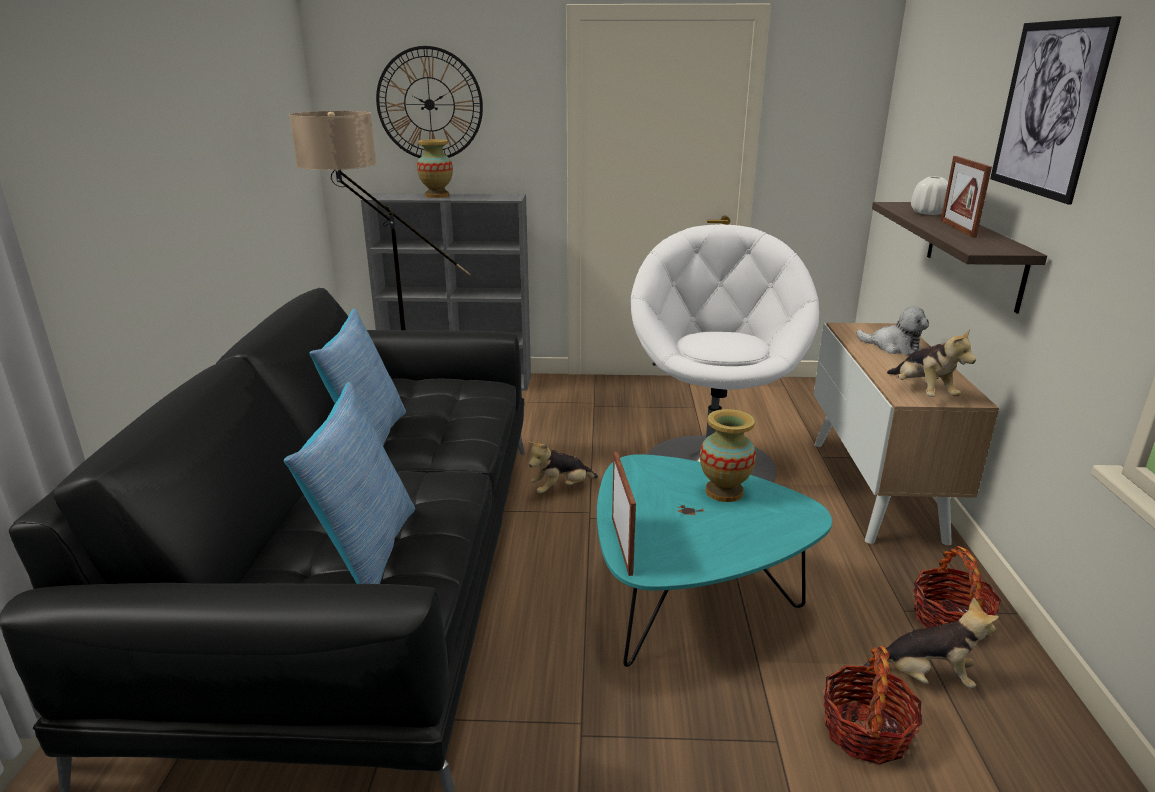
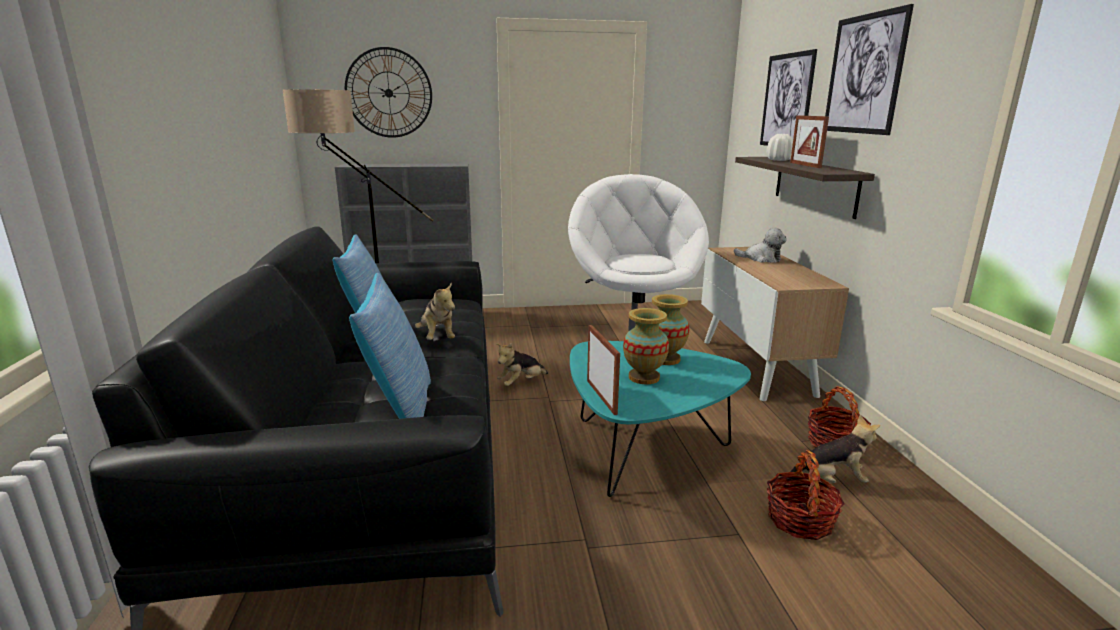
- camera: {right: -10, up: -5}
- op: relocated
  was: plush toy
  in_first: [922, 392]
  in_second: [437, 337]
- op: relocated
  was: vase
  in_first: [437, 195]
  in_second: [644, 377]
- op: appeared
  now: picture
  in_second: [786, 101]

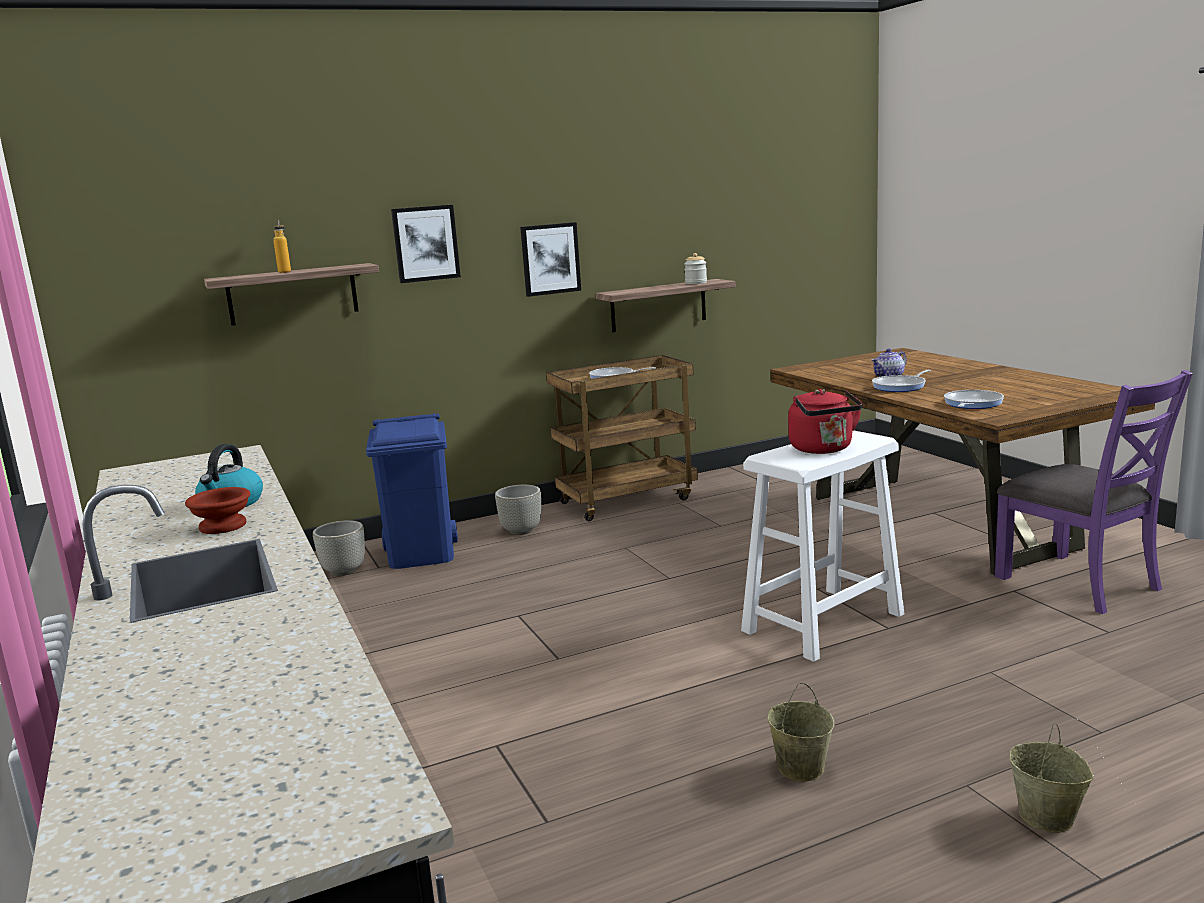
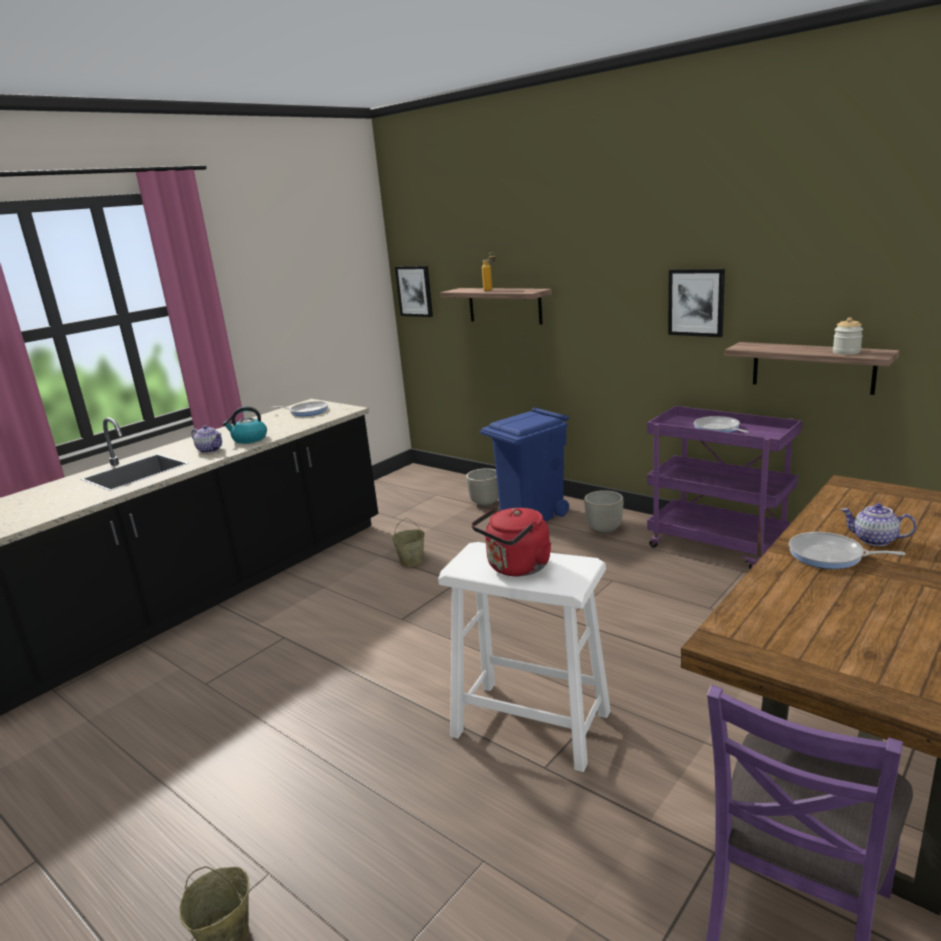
- camera: {right: 65, up: 5}
- op: exchanged
  was: brown bowl
  now: teapot
  in_first: [221, 526]
  in_second: [210, 450]
- op: relocated
  was: frying pan
  in_first: [971, 404]
  in_second: [307, 411]
- op: relocated
  was: beige bucket
  in_first: [800, 768]
  in_second: [412, 561]
- op: relocated
  was: picture
  in_first: [425, 243]
  in_second: [415, 291]
- op: colour
  was: brown cart
  now: purple cart
  in_first: [627, 500]
  in_second: [719, 546]

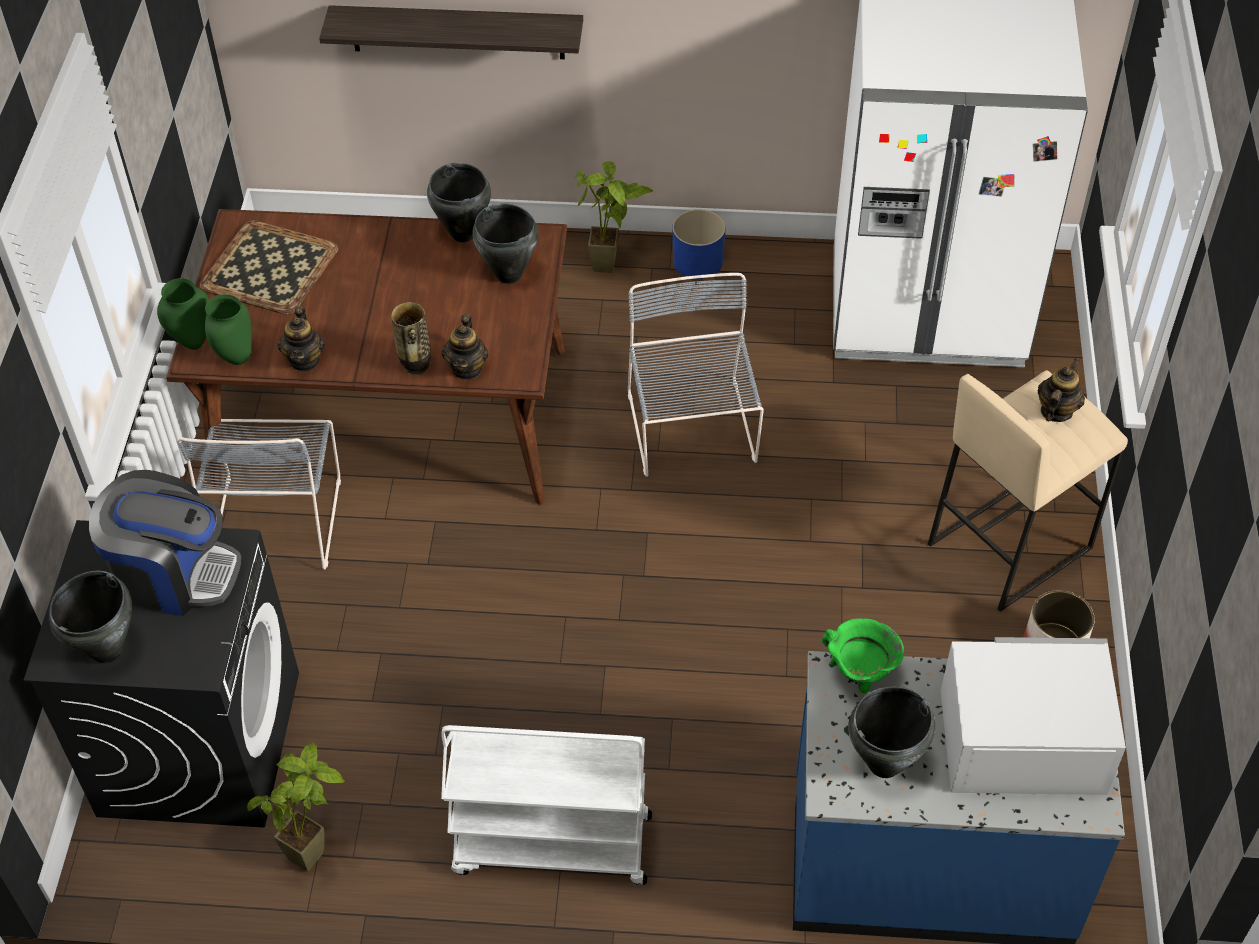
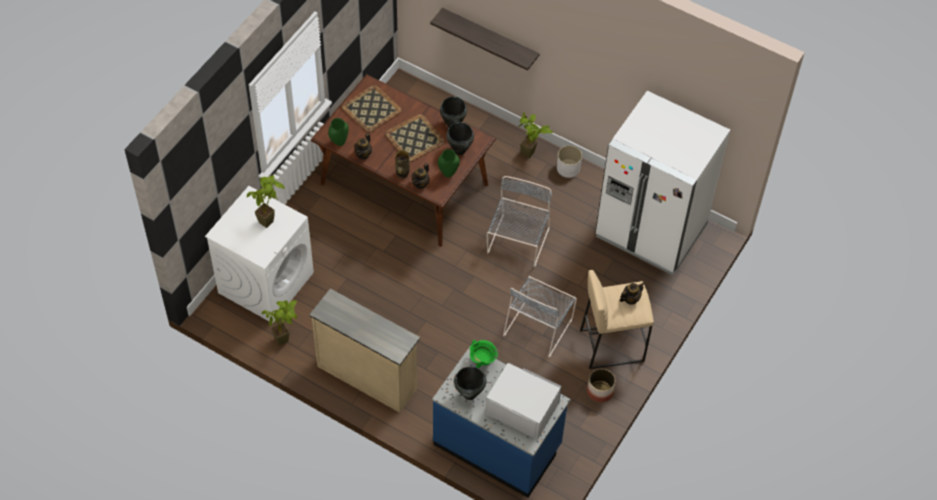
- camera: {right: 25, up: 5}
- op: colour
  was: black washing machine
  now: white washing machine
  in_first: [199, 742]
  in_second: [266, 282]
- op: exchanged
  was: coffee machine
  now: potted plant
  in_first: [174, 574]
  in_second: [271, 220]
- op: exchanged
  was: white cart
  now: beige dresser
  in_first: [551, 845]
  in_second: [367, 376]
- op: appeared
  now: tray
  in_second: [414, 138]
- op: relocated
  was: green vase
  in_first: [193, 343]
  in_second: [448, 174]
- op: relocated
  was: grey chair
  in_first: [277, 517]
  in_second: [539, 325]
- op: colour
  was: blue planter
  now: white planter
  in_first: [698, 261]
  in_second: [568, 168]
- op: missing
  was: black cooking pot
  in_first: [108, 650]

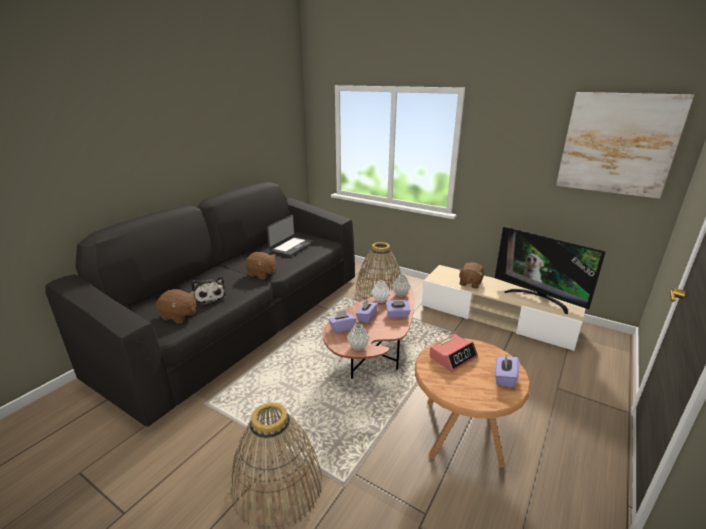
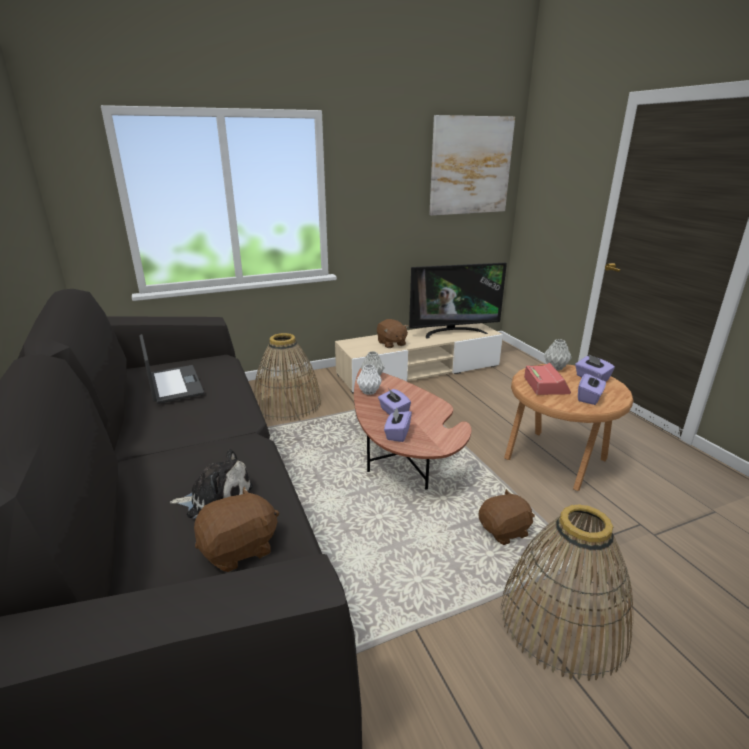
- camera: {right: -55, up: 0}
- op: relocated
  was: brown plush toy
  in_first: [262, 274]
  in_second: [504, 531]
- op: relocated
  was: grey vase
  in_first: [357, 347]
  in_second: [555, 368]
- op: relocated
  was: purple tissue box
  in_first: [397, 315]
  in_second: [589, 398]

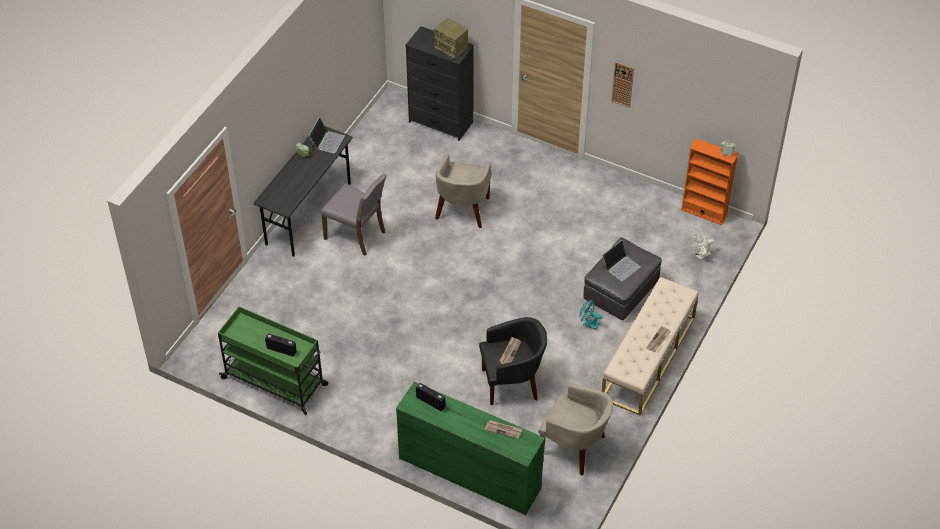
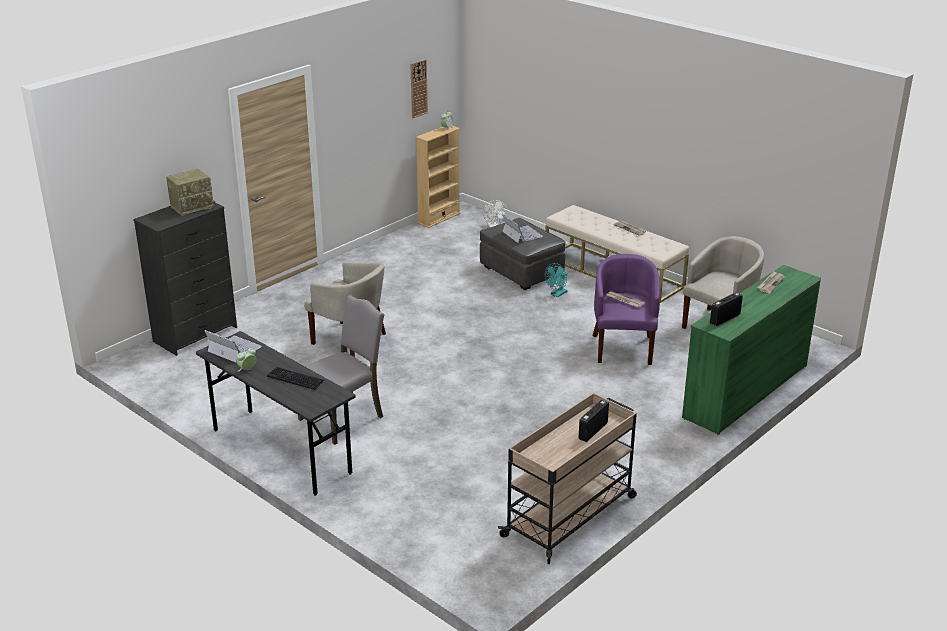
- camera: {right: -75, up: -20}
- op: appeared
  now: keyboard
  in_second: [296, 379]
- op: relocated
  was: wall clock
  in_first: [623, 84]
  in_second: [418, 88]
- op: colour
  was: orange bookcase
  now: beige bookcase
  in_first: [704, 212]
  in_second: [439, 218]
- op: colour
  was: green cart
  now: beige cart
  in_first: [275, 382]
  in_second: [570, 516]
- op: colour
  was: black armchair
  now: purple armchair
  in_first: [512, 382]
  in_second: [623, 347]

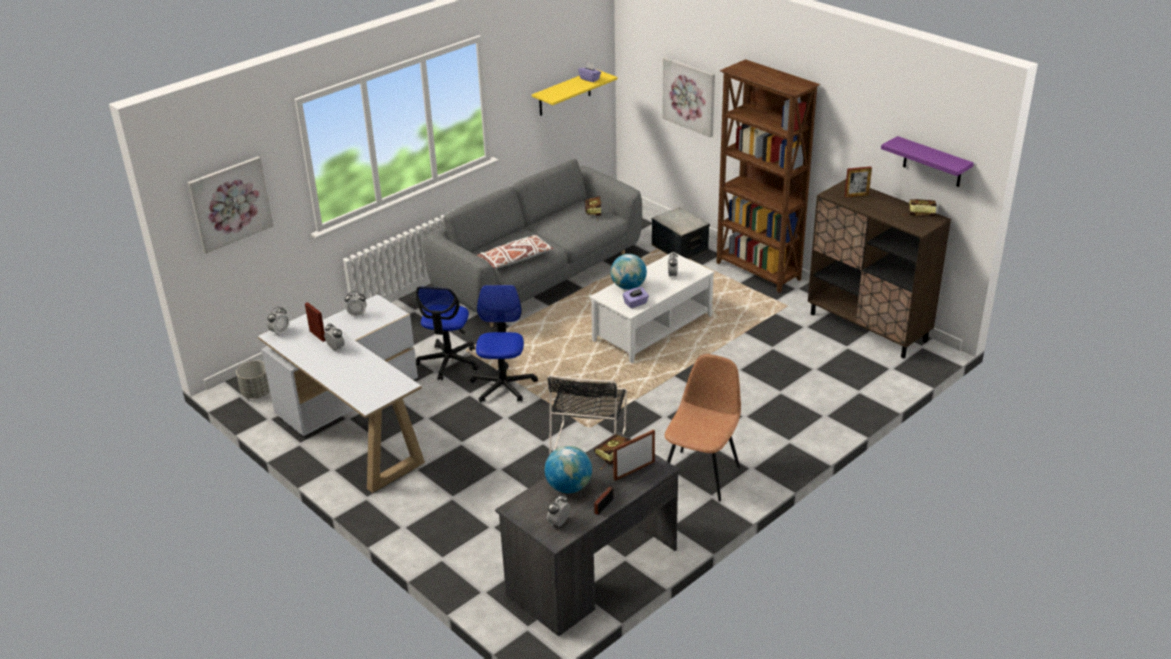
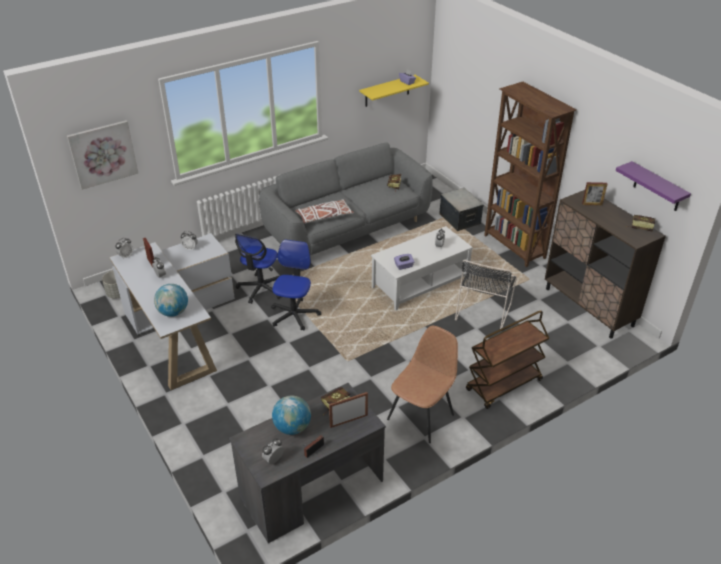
- camera: {right: 10, up: 5}
- op: relocated
  was: globe
  in_first: [628, 287]
  in_second: [173, 312]
- op: relocated
  was: black chair
  in_first: [588, 443]
  in_second: [484, 310]
- op: appeared
  now: brown cart
  in_second: [504, 386]
- op: missing
  was: picture
  in_first: [689, 96]

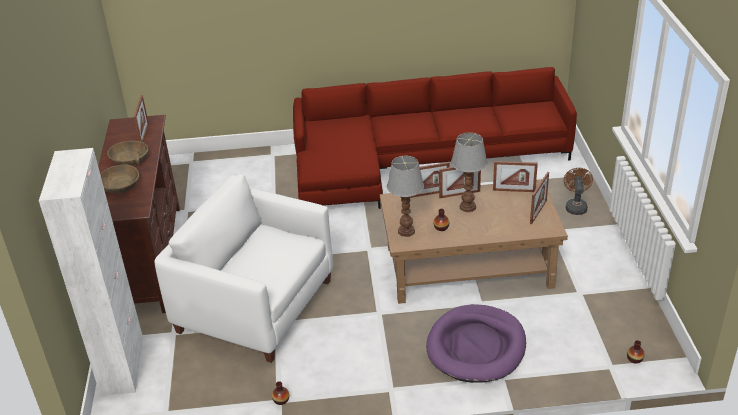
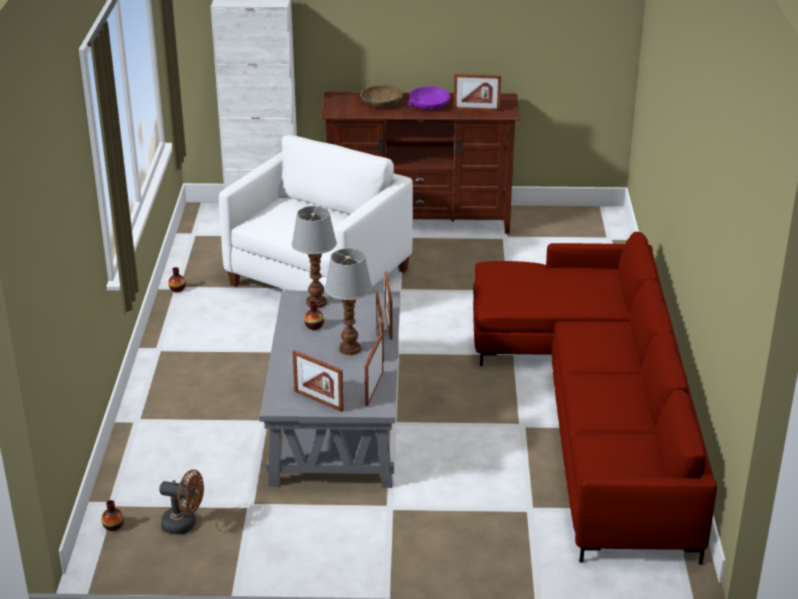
- camera: {right: 95, up: -5}
- op: relocated
  was: brown fan
  in_first: [575, 206]
  in_second: [184, 524]
- op: colour
  was: brown coffee table
  now: grey coffee table
  in_first: [469, 266]
  in_second: [337, 422]
- op: colour
  was: brown bowl
  now: purple bowl
  in_first: [130, 159]
  in_second: [429, 105]
- op: missing
  was: purple dog bed
  in_first: [476, 347]

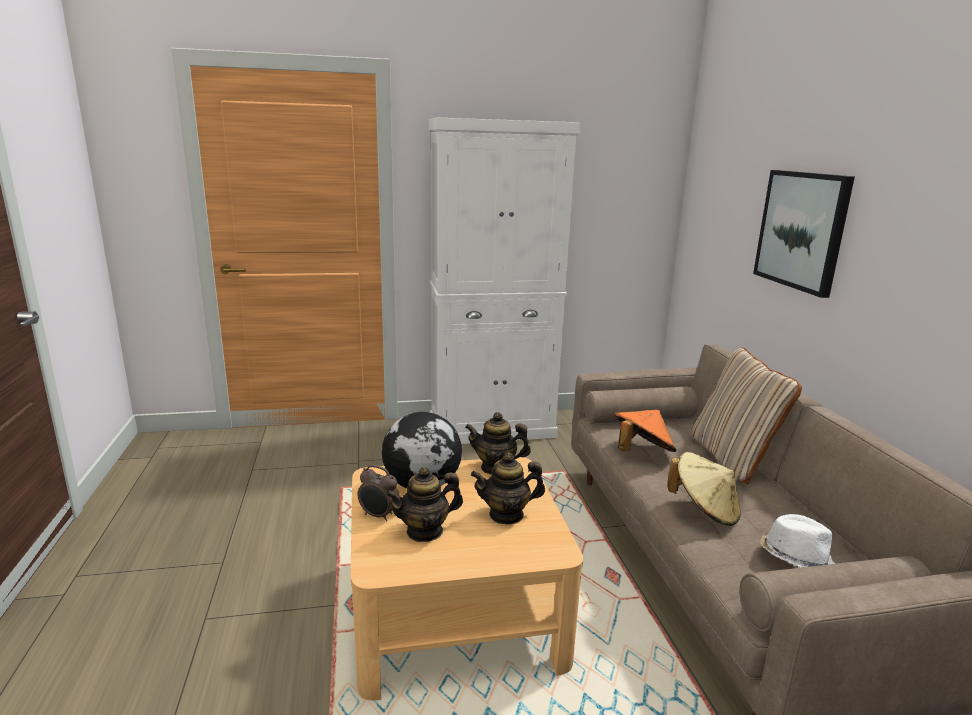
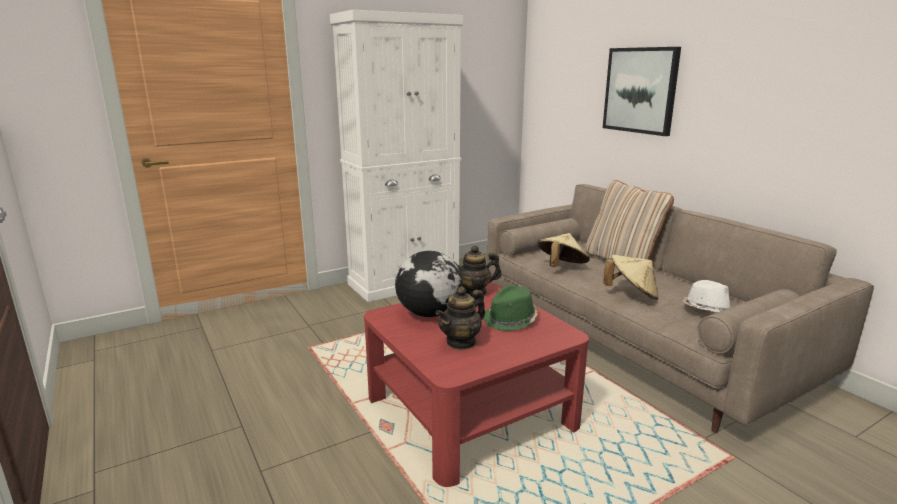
- camera: {right: -20, up: 0}
- op: colour
  was: beige coffee table
  now: red coffee table
  in_first: [456, 611]
  in_second: [471, 411]
- op: exchanged
  was: teapot
  now: green hat
  in_first: [506, 515]
  in_second: [511, 320]
- op: colour
  was: orange hat
  now: beige hat
  in_first: [641, 452]
  in_second: [561, 267]
- op: missing
  was: alarm clock
  in_first: [378, 516]

